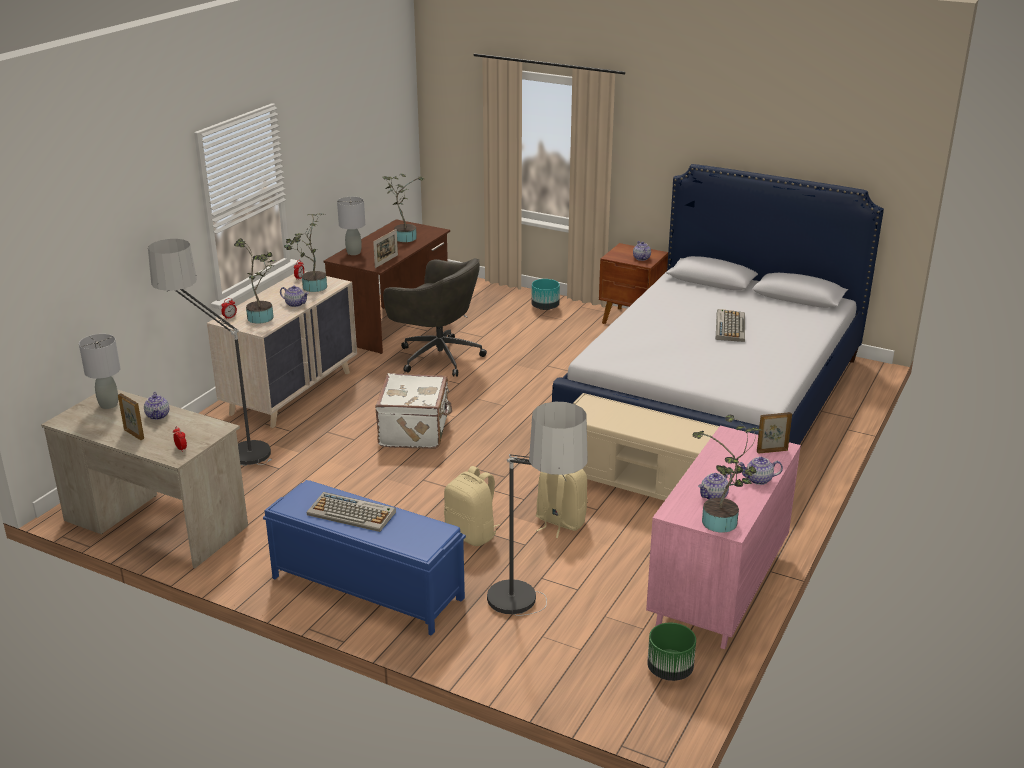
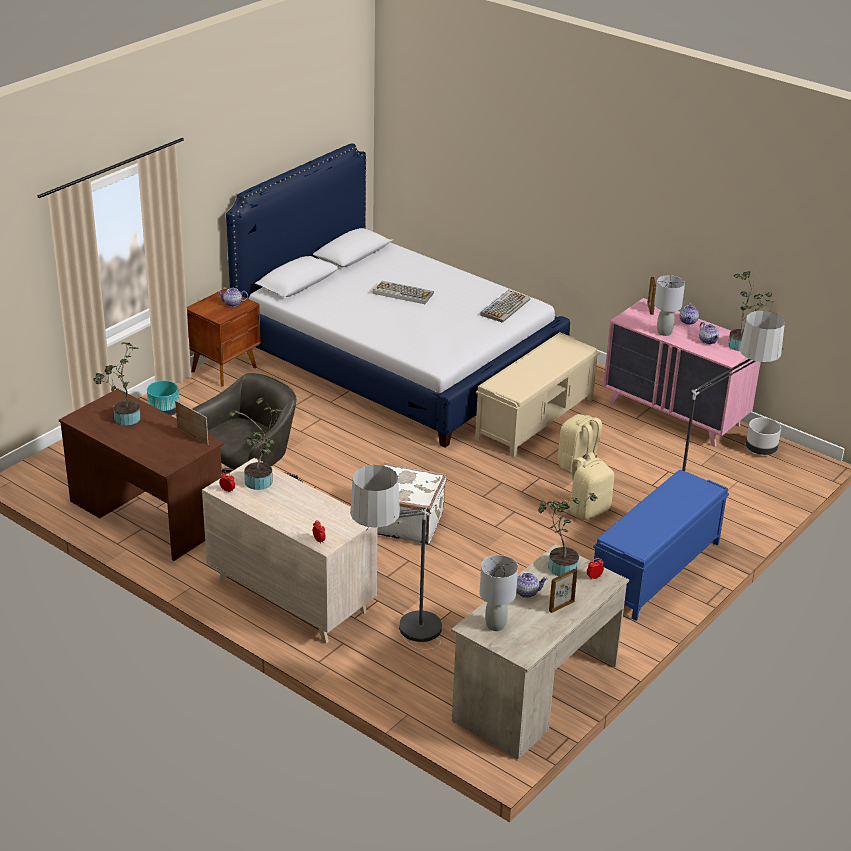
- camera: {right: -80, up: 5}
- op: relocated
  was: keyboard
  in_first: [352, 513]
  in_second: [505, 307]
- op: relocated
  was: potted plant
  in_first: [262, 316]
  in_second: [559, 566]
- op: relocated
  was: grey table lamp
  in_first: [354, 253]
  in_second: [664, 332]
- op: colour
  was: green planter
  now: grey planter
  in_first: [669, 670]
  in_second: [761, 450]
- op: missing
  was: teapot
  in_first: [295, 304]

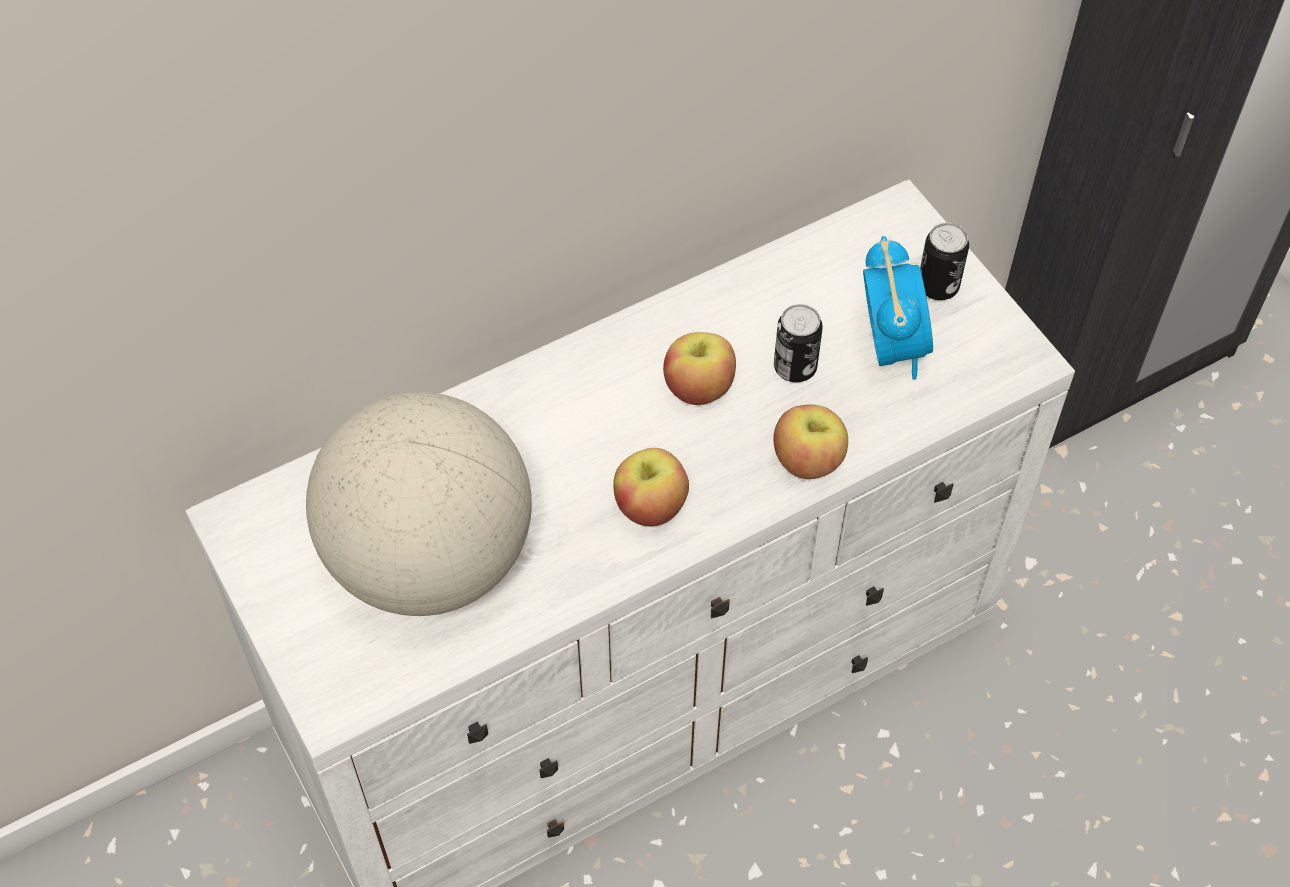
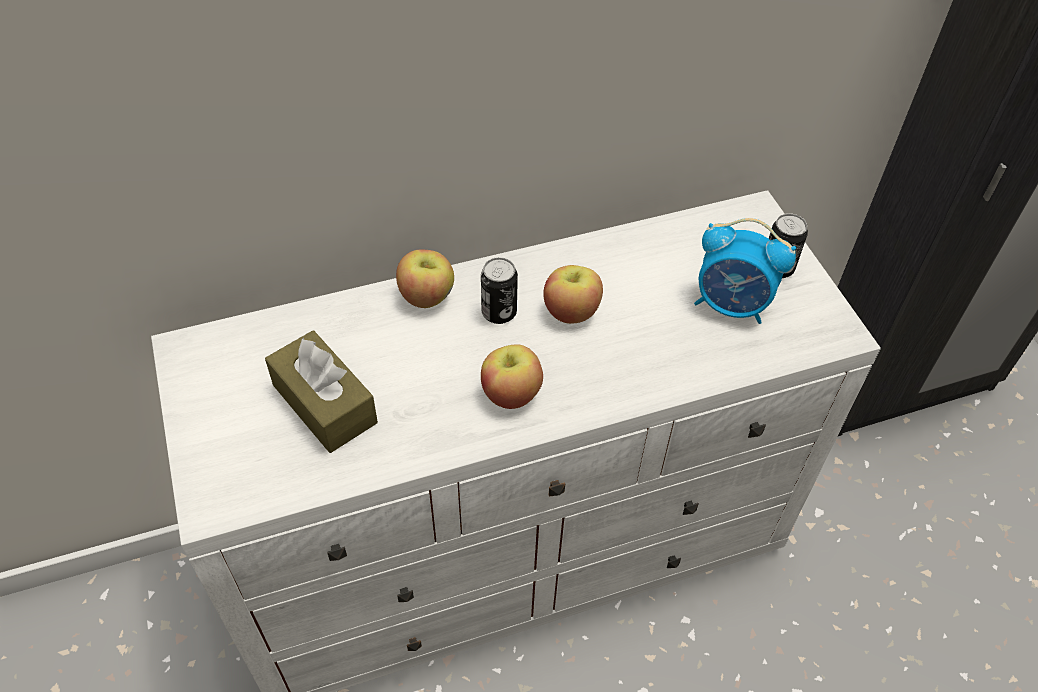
- camera: {right: 10, up: -5}
- op: exchanged
  was: globe
  now: brown tissue box
  in_first: [429, 559]
  in_second: [324, 404]
- op: relocated
  was: apple
  in_first: [808, 461]
  in_second: [426, 296]
- op: relocated
  was: can
  in_first: [795, 367]
  in_second: [499, 312]
- op: spun
  was: alarm clock
  in_first: [891, 345]
  in_second: [732, 305]
  clockwise: 105

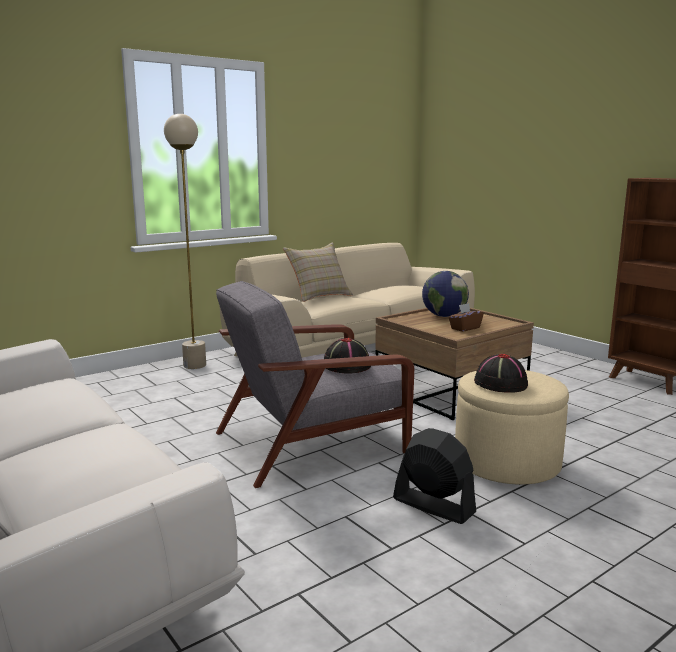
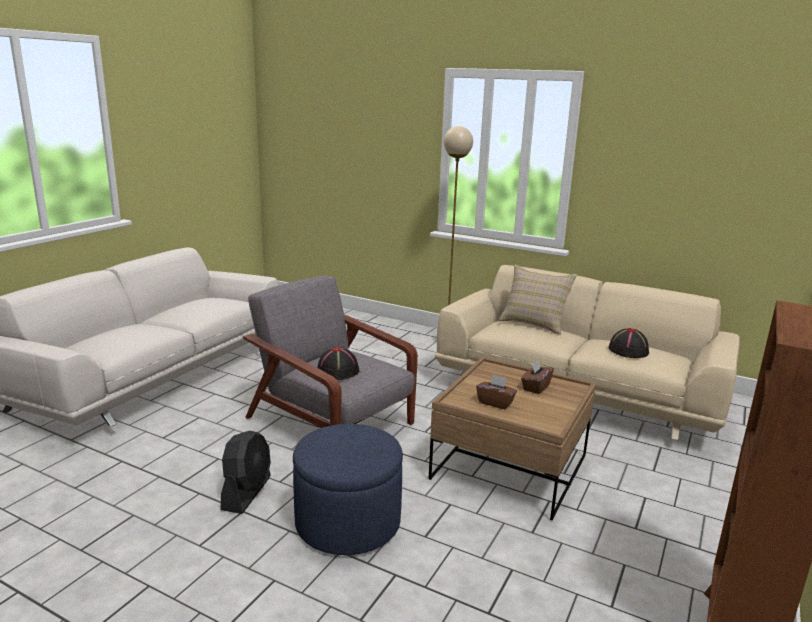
- camera: {right: 65, up: 5}
- op: colour
  was: beige ottoman
  now: blue ottoman
  in_first: [507, 462]
  in_second: [348, 522]
- op: exchanged
  was: globe
  now: brown tissue box
  in_first: [444, 316]
  in_second: [535, 387]
- op: relocated
  was: black hat
  in_first: [500, 383]
  in_second: [628, 350]

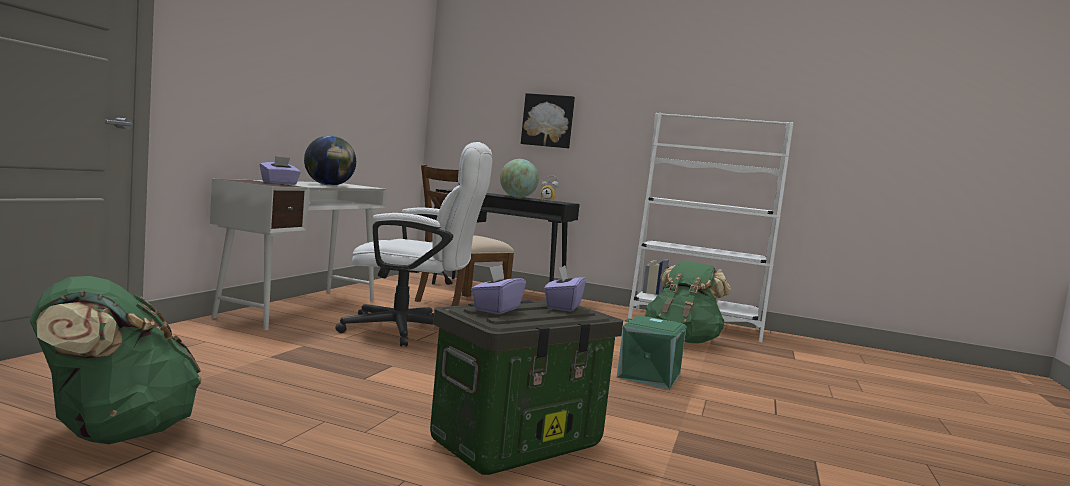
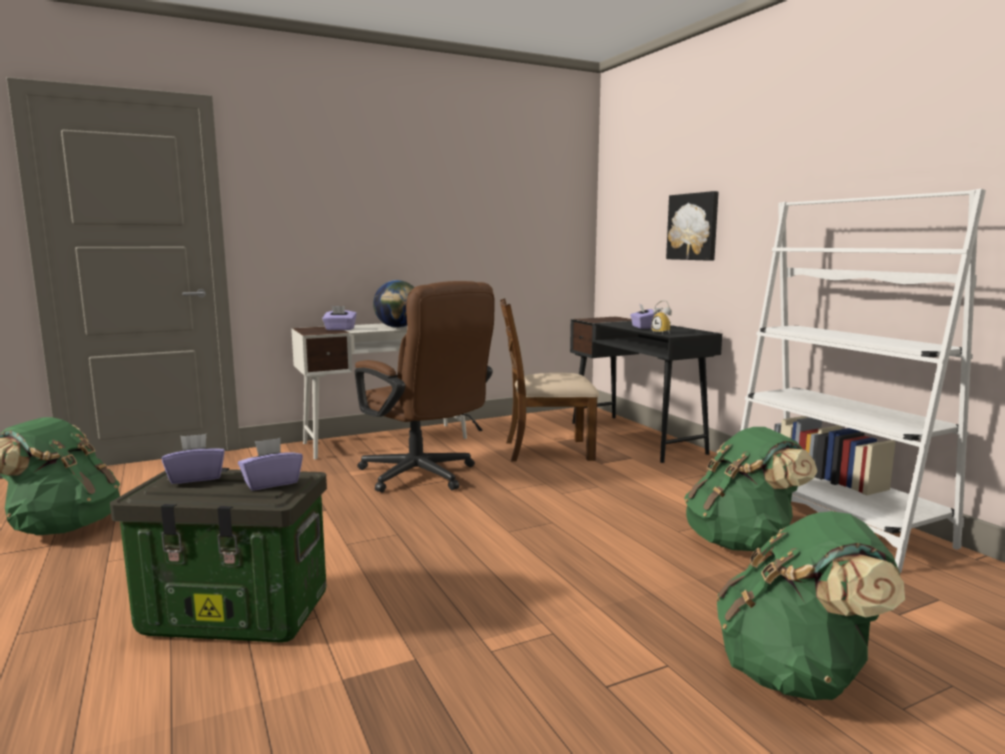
- camera: {right: 45, up: 5}
- op: colour
  was: white office chair
  now: brown office chair
  in_first: [412, 331]
  in_second: [424, 477]
- op: exchanged
  was: globe
  now: purple tissue box
  in_first: [517, 197]
  in_second: [642, 327]
- op: appeared
  now: green backpack
  in_second: [796, 675]
- op: missing
  was: green storage box
  in_first: [649, 376]

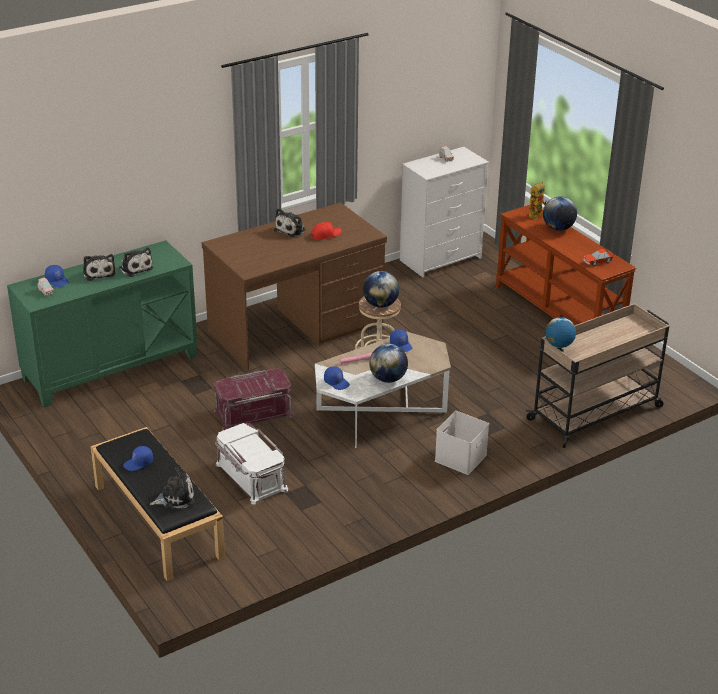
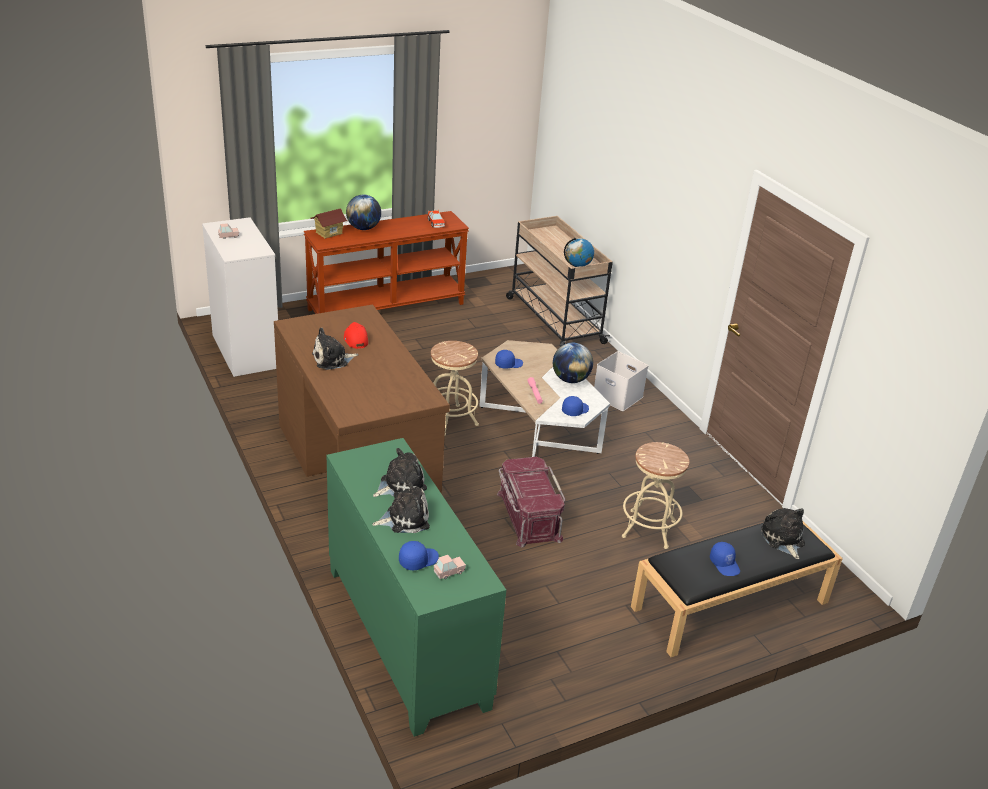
- camera: {right: -85, up: 0}
- op: exchanged
  was: toy robot
  now: toy house
  in_first: [536, 214]
  in_second: [329, 233]
- op: spun
  was: plush toy
  in_first: [291, 230]
  in_second: [332, 359]
  clockwise: 120
- op: exchanged
  was: white storage box
  now: beige stool
  in_first: [250, 477]
  in_second: [649, 529]
- op: missing
  was: globe
  in_first: [380, 304]

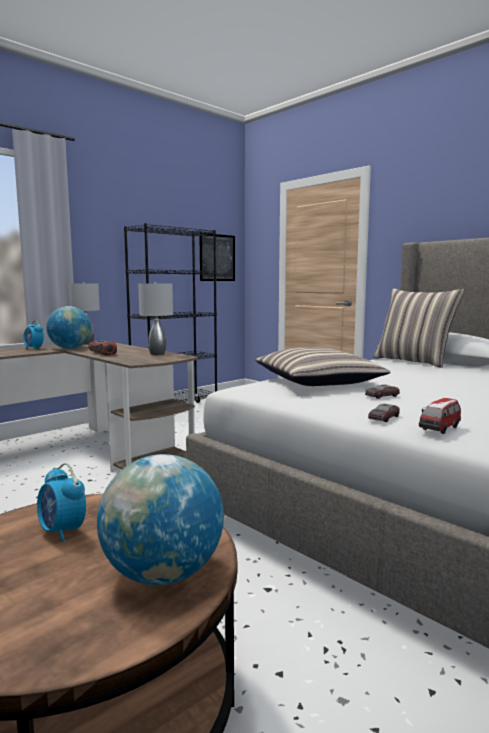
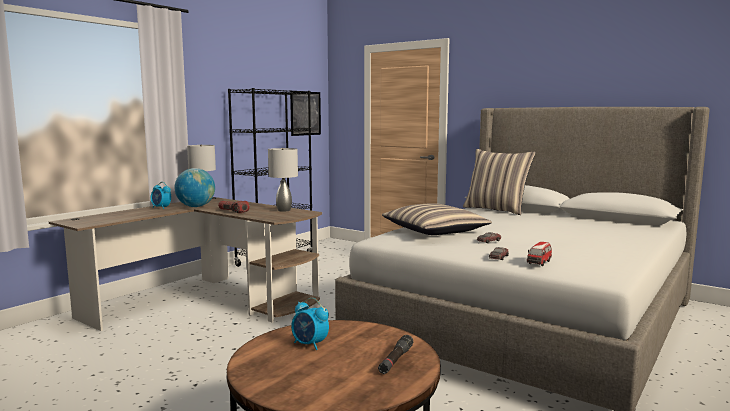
- camera: {right: -10, up: 0}
- op: exchanged
  was: globe
  now: black flashlight
  in_first: [162, 574]
  in_second: [395, 360]

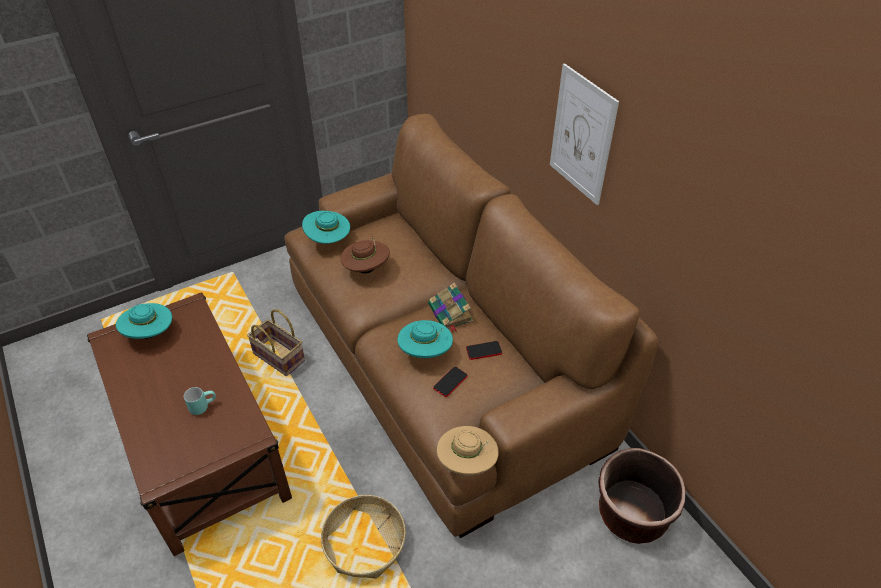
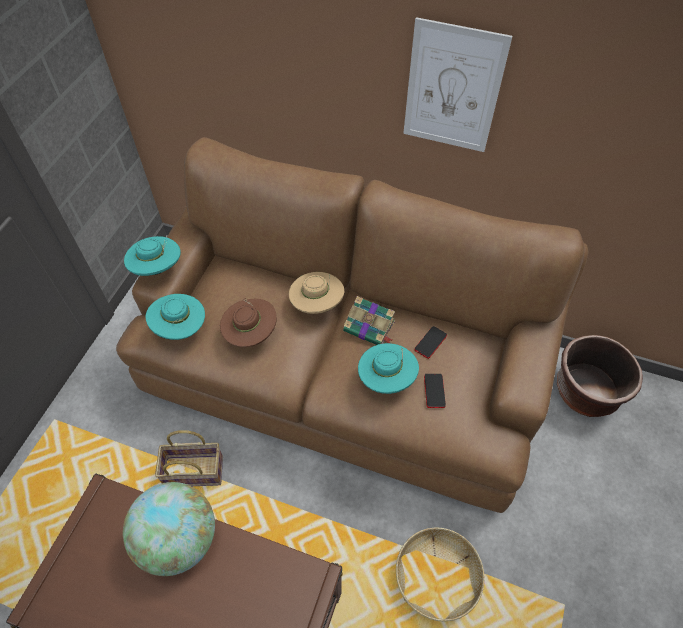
- camera: {right: -40, up: 10}
- op: appeared
  now: globe
  in_second: [179, 539]
- op: relocated
  was: turquoise hat
  in_first: [150, 334]
  in_second: [157, 269]
- op: relocated
  was: beige hat
  in_first: [467, 462]
  in_second: [317, 304]
- op: missing
  was: turquoise mug
  in_first: [203, 406]

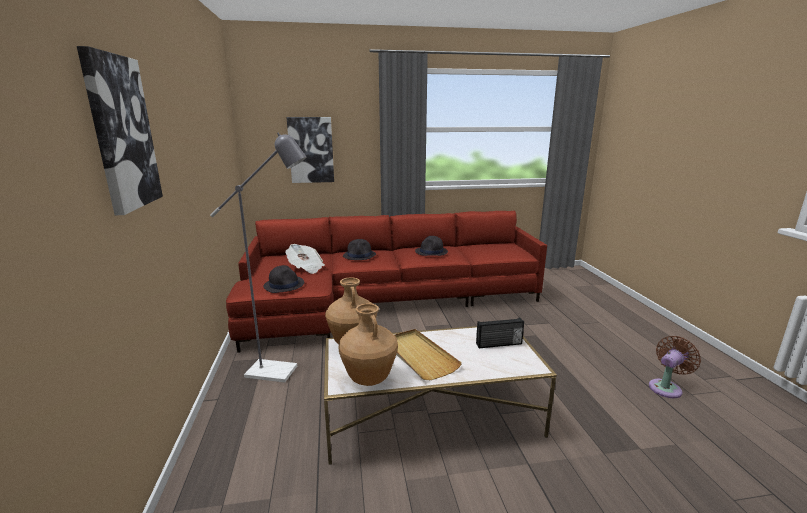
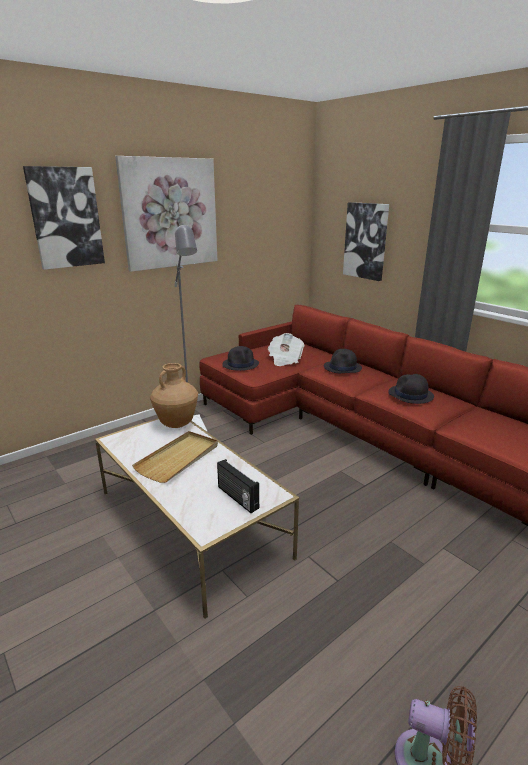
- camera: {right: 60, up: 5}
- op: appeared
  now: picture
  in_second: [170, 213]
- op: missing
  was: brown vase
  in_first: [369, 379]

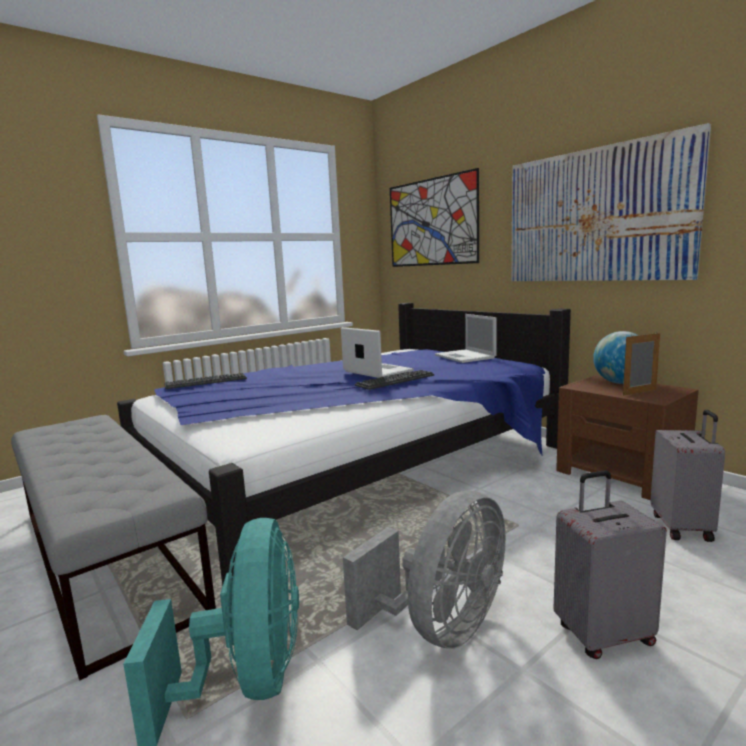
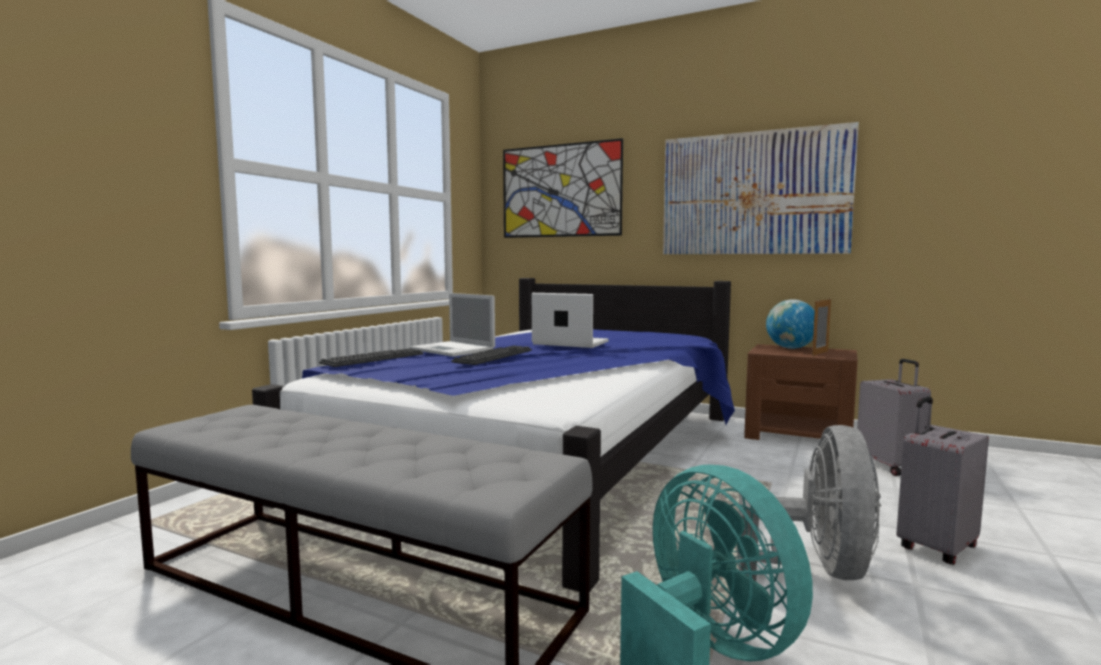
- camera: {right: -25, up: -5}
- op: relocated
  was: laptop
  in_first: [465, 357]
  in_second: [453, 350]
- op: relocated
  was: keyboard
  in_first: [395, 380]
  in_second: [494, 356]

